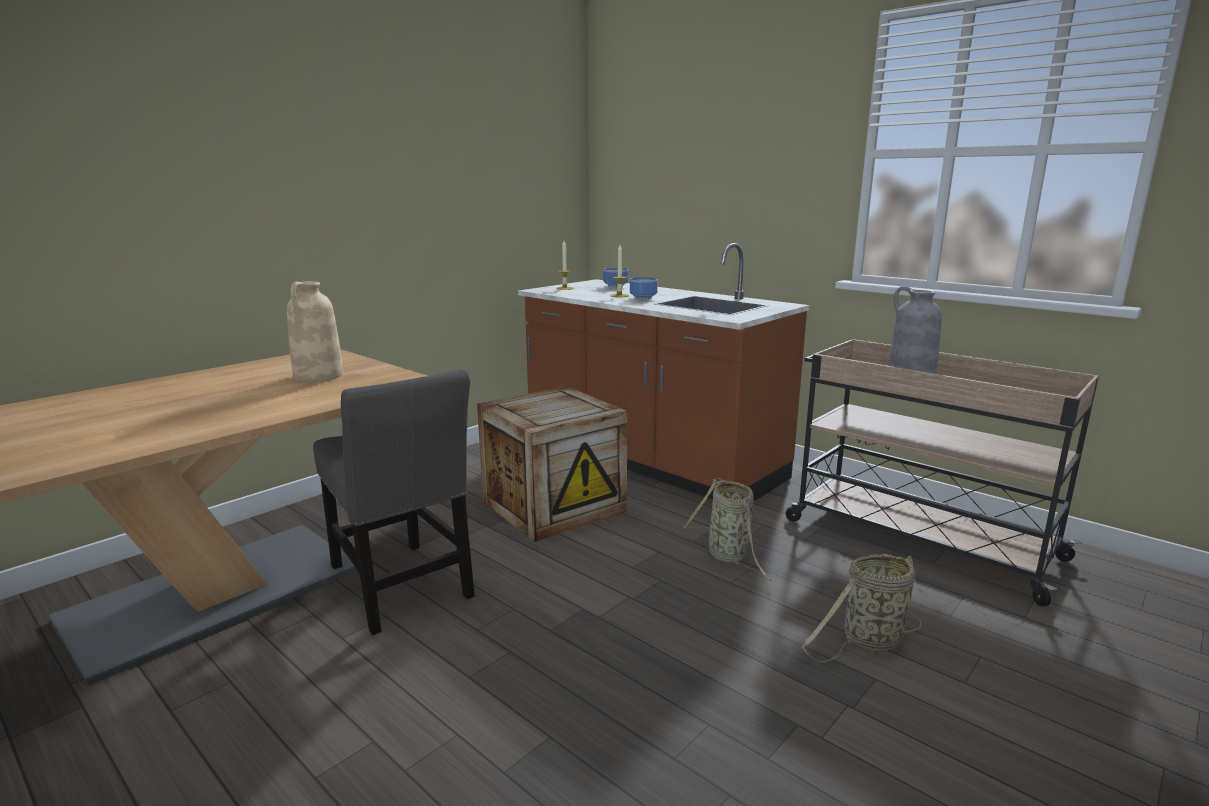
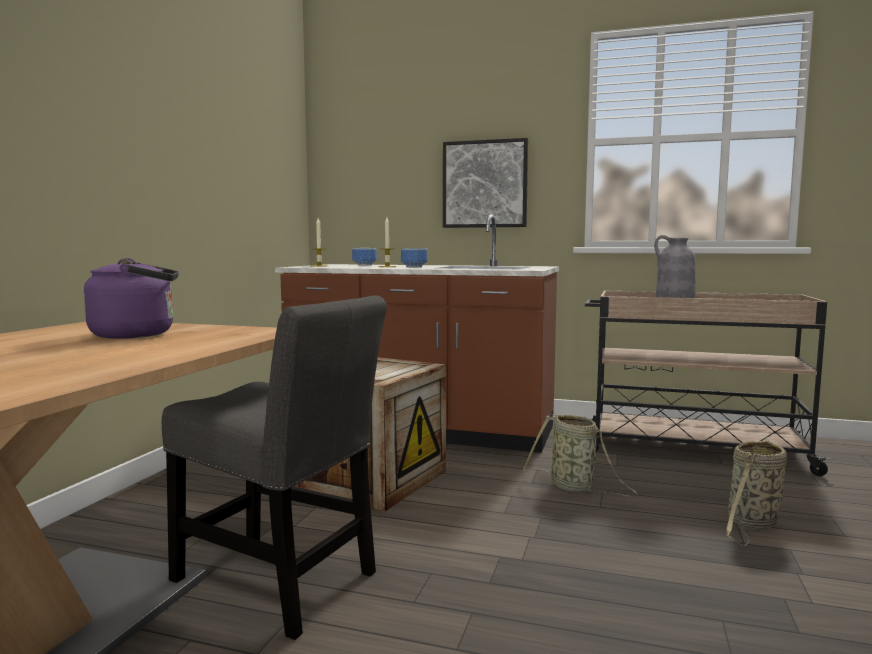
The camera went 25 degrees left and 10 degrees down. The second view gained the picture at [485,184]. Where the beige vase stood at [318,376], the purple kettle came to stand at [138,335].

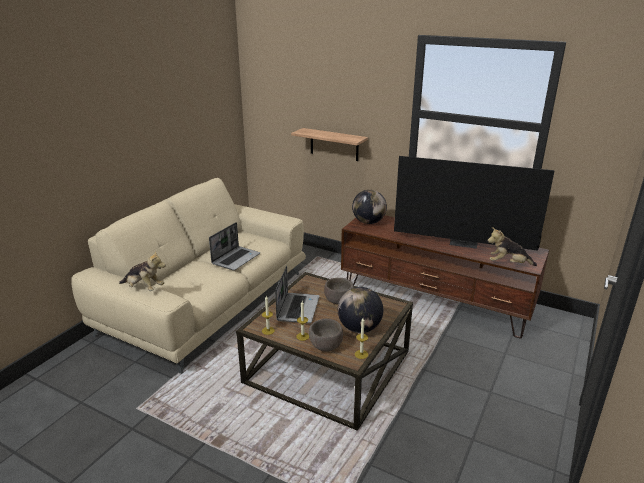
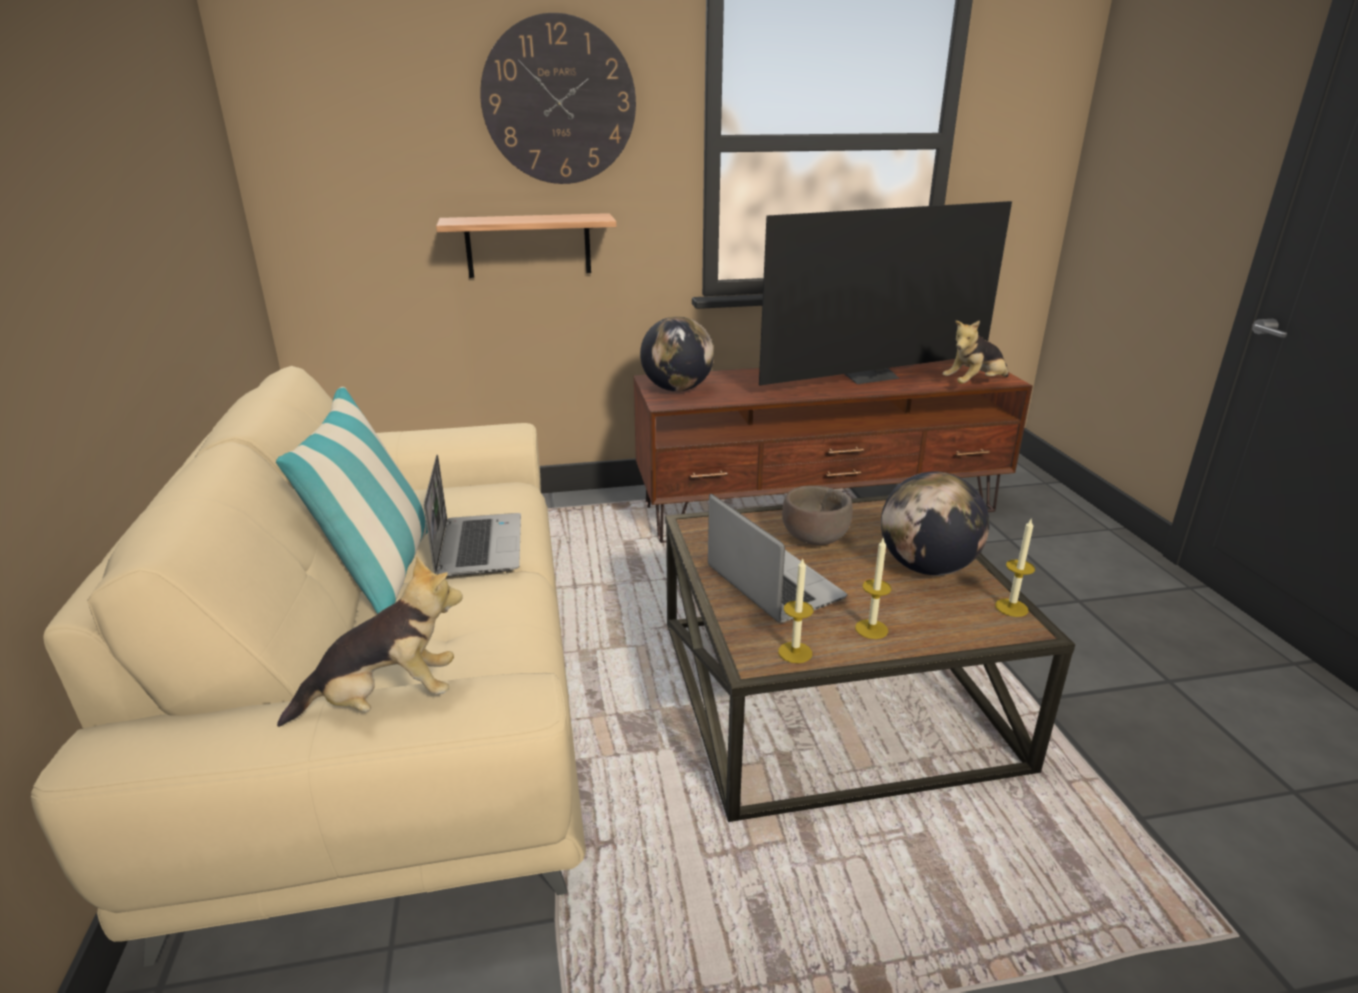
The camera went 40 degrees left and 0 degrees up. The second view lost the brown bowl at [325,346]. The second view gained the pillow at [381,574]. The second view gained the wall clock at [559,101].

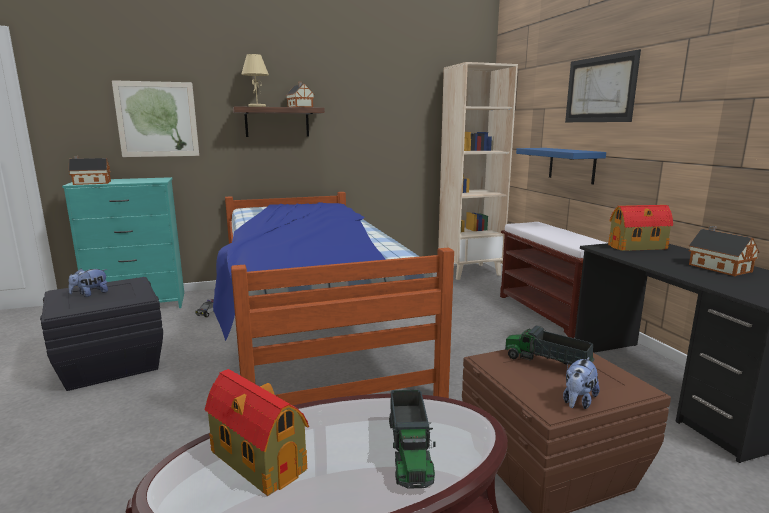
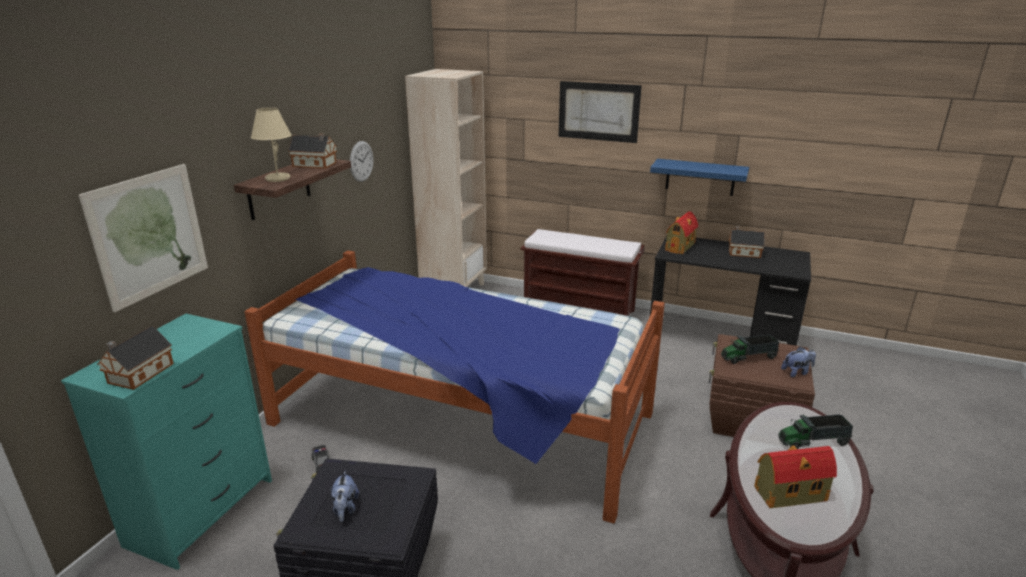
The camera went 50 degrees left and 10 degrees up. The second view gained the wall clock at [361,161]. The blue shelf ended up elsewhere, having gone from [571,165] to [700,177]. The toy truck at [410,451] ended up facing another way, 135 degrees clockwise from before. The plush toy at [578,401] ended up facing another way, 90 degrees counterclockwise from before.

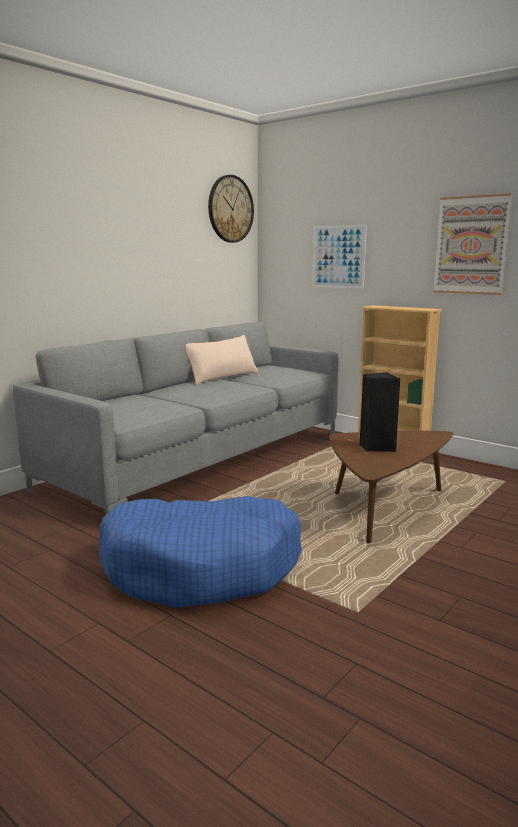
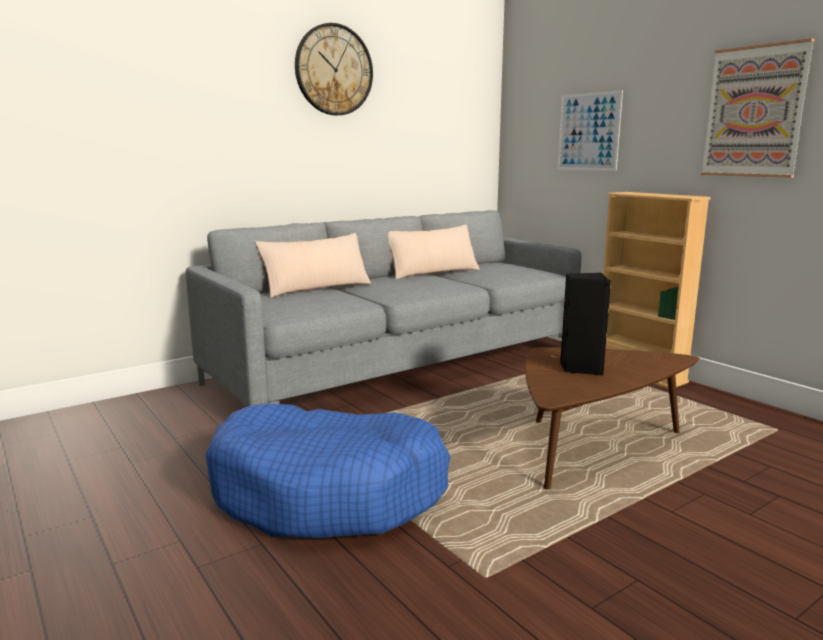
The camera went 15 degrees right and 0 degrees up. The second view gained the beige pillow at [316,288]. The wall clock ended up elsewhere, having gone from [230,209] to [334,70].

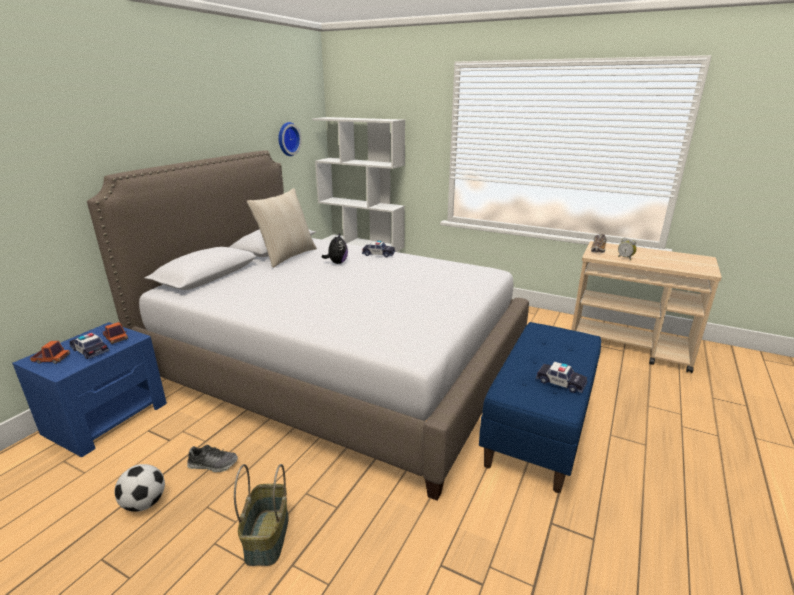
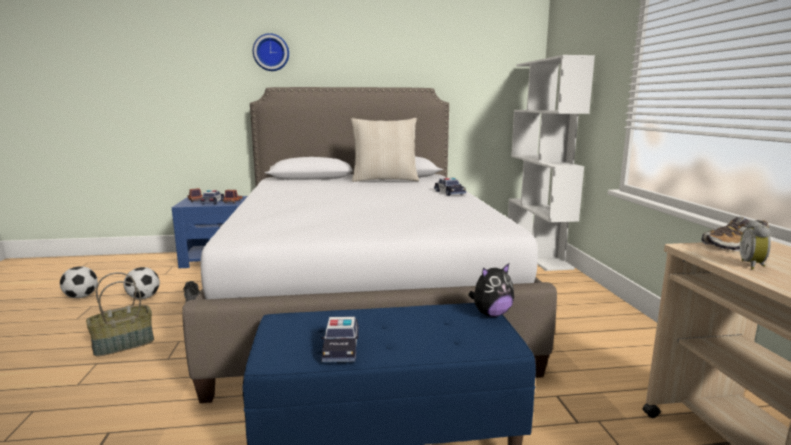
The camera went 55 degrees right and 10 degrees down. The second view gained the football at [81,297]. The wall clock ended up elsewhere, having gone from [287,139] to [271,52]. The plush toy ended up elsewhere, having gone from [337,263] to [491,314].

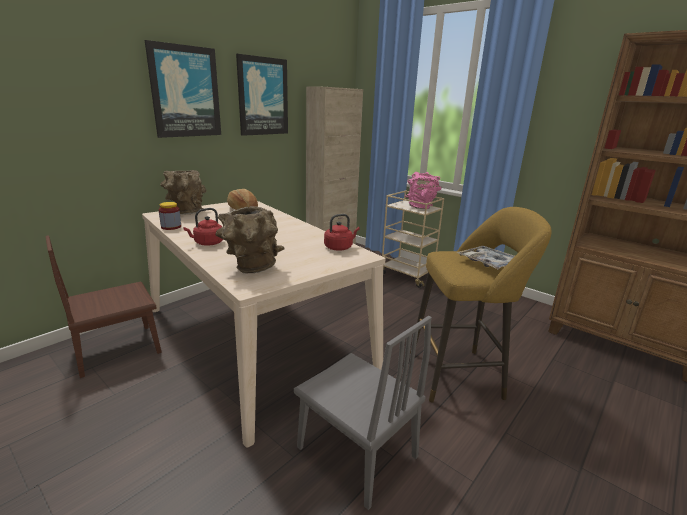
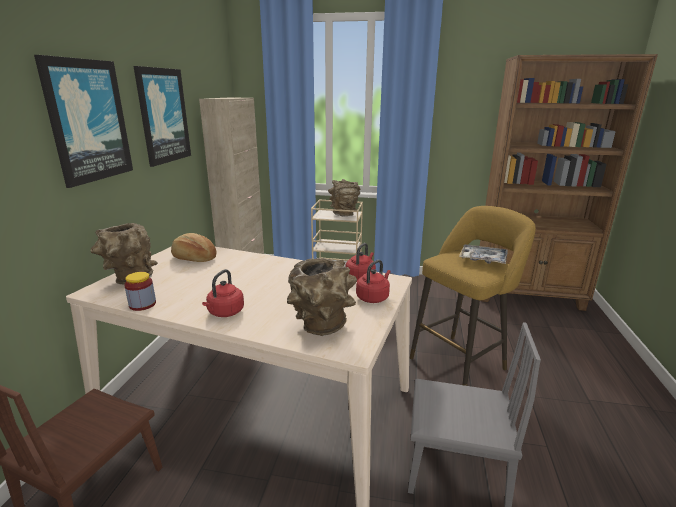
The camera went 30 degrees left and 0 degrees up. The second view gained the red kettle at [373,297]. What was the pink vase at [421,207] turned into the brown vase at [344,214].

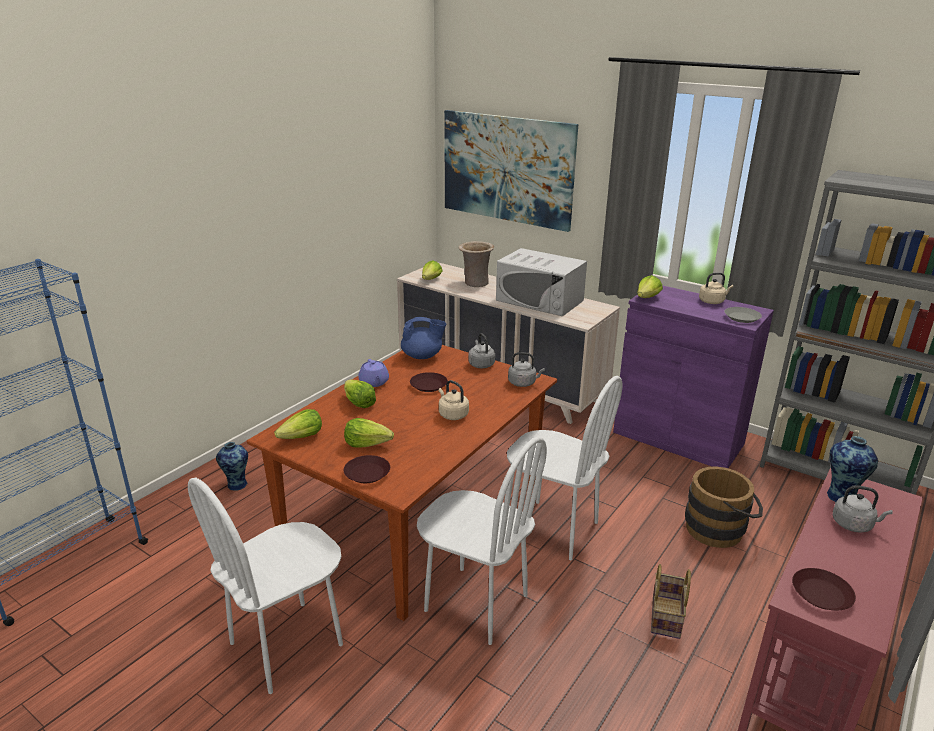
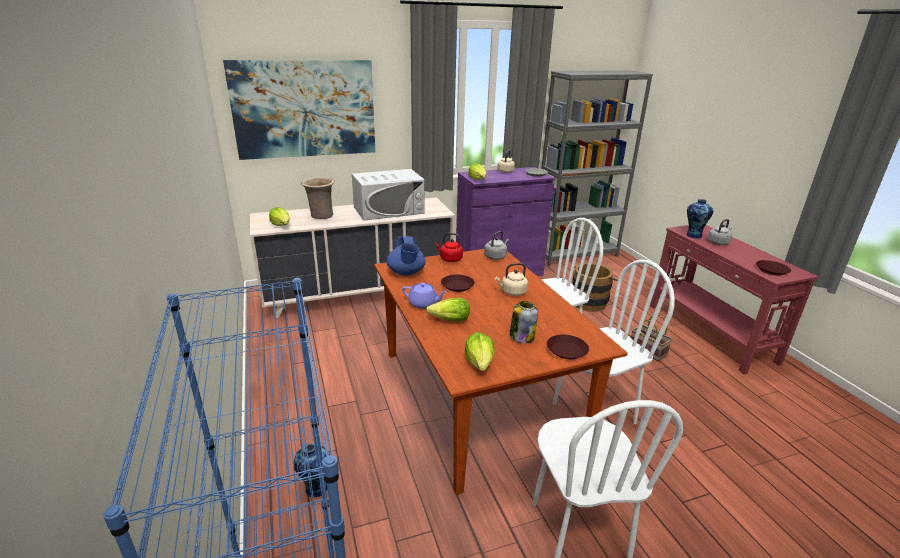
The camera went 55 degrees left and 0 degrees up. Where the lettuce stood at [367,444], the jar came to stand at [521,336]. What was the grey kettle at [481,364] turned into the red kettle at [449,259]. The blue teapot at [422,356] ended up facing another way, 135 degrees clockwise from before.

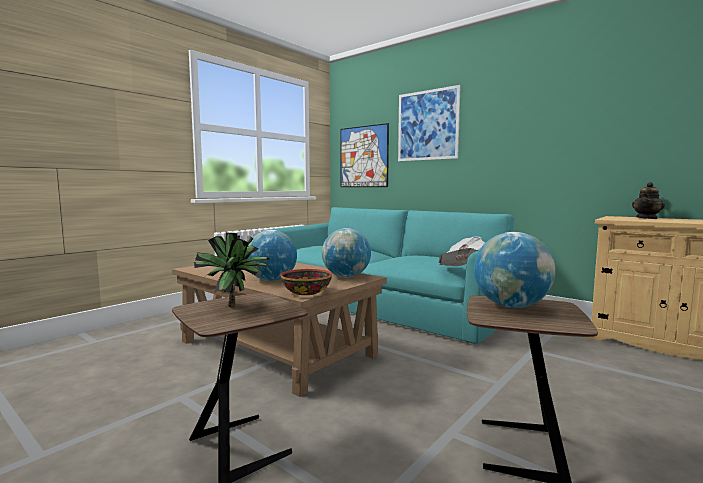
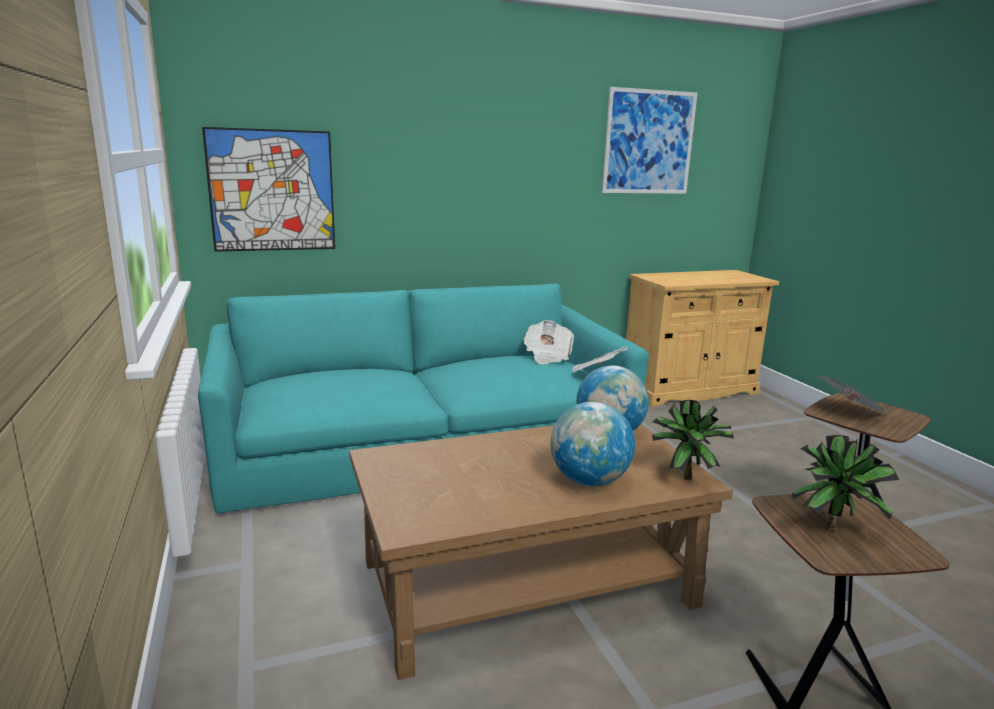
The camera went 60 degrees left and 10 degrees up. The second view lost the teapot at [647,218]. The picture ended up elsewhere, having gone from [427,125] to [649,142]. Where the bowl stood at [306,292], the potted plant came to stand at [683,476]. Where the globe stood at [511,306], the newspaper came to stand at [850,412].

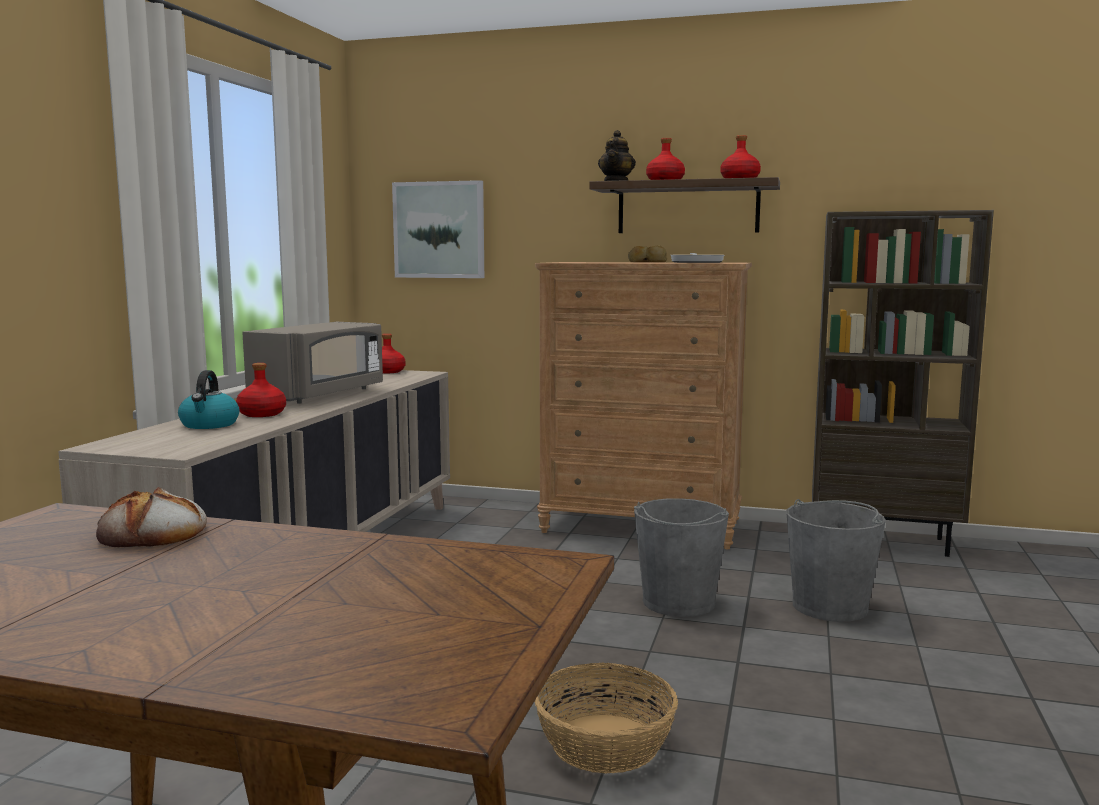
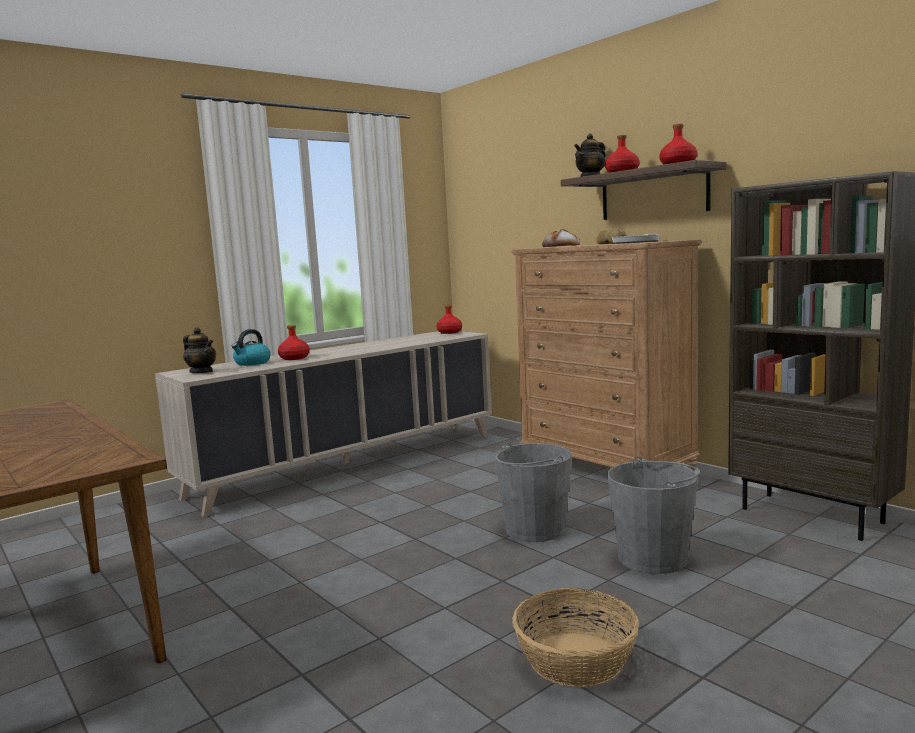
The camera went 35 degrees right and 0 degrees up. The second view lost the grey microwave at [320,395]. The second view lost the picture at [439,230]. The second view gained the teapot at [202,372]. The bread ended up elsewhere, having gone from [154,533] to [561,246]. The basket ended up elsewhere, having gone from [604,744] to [575,659].

